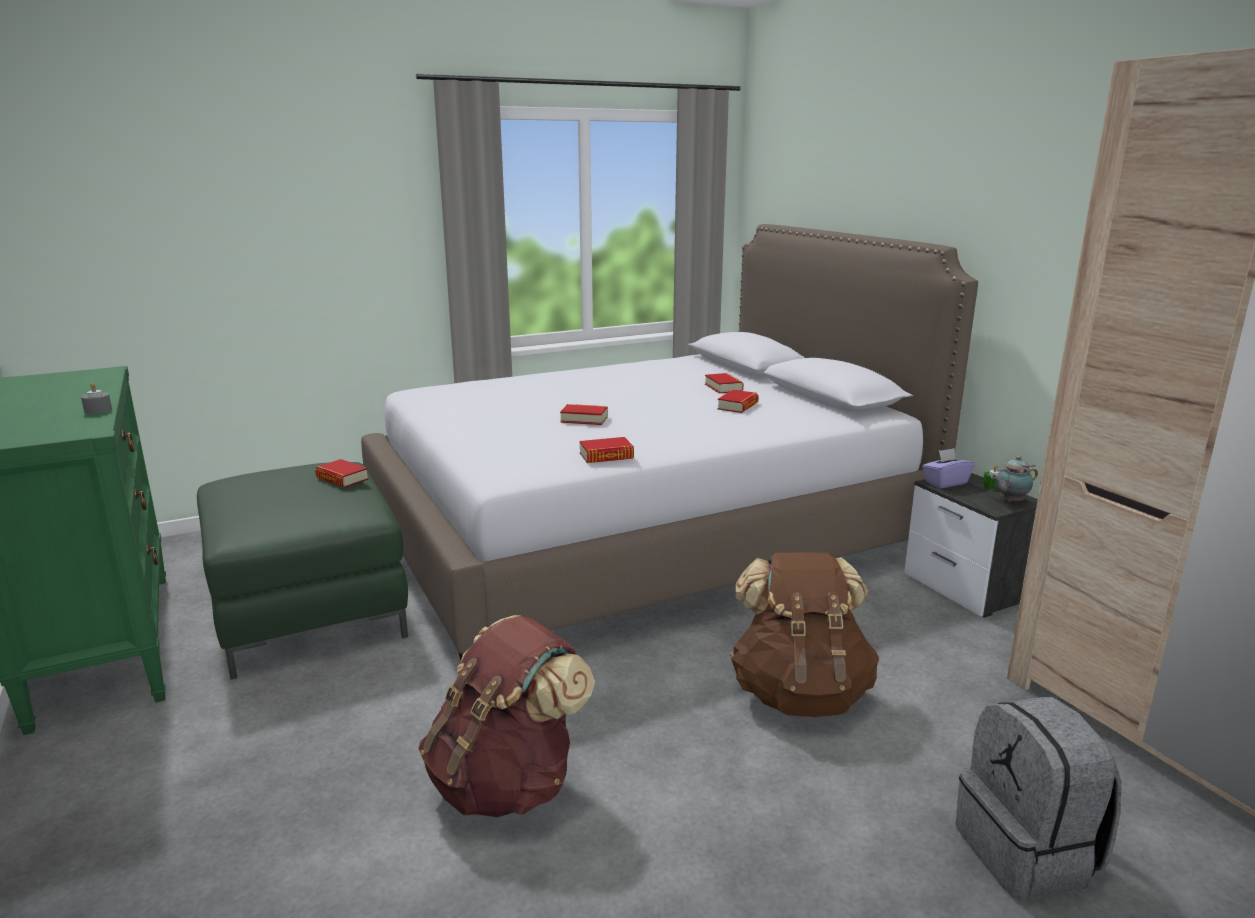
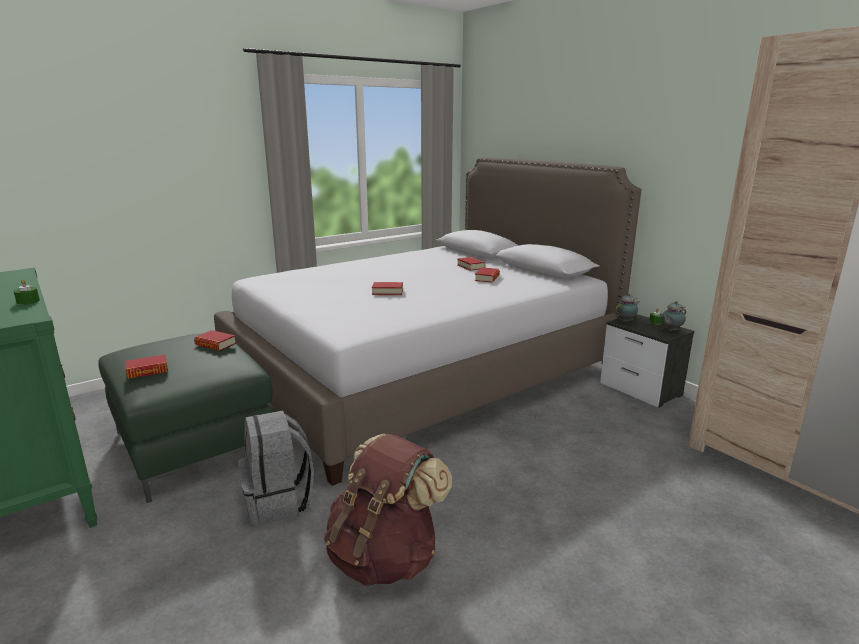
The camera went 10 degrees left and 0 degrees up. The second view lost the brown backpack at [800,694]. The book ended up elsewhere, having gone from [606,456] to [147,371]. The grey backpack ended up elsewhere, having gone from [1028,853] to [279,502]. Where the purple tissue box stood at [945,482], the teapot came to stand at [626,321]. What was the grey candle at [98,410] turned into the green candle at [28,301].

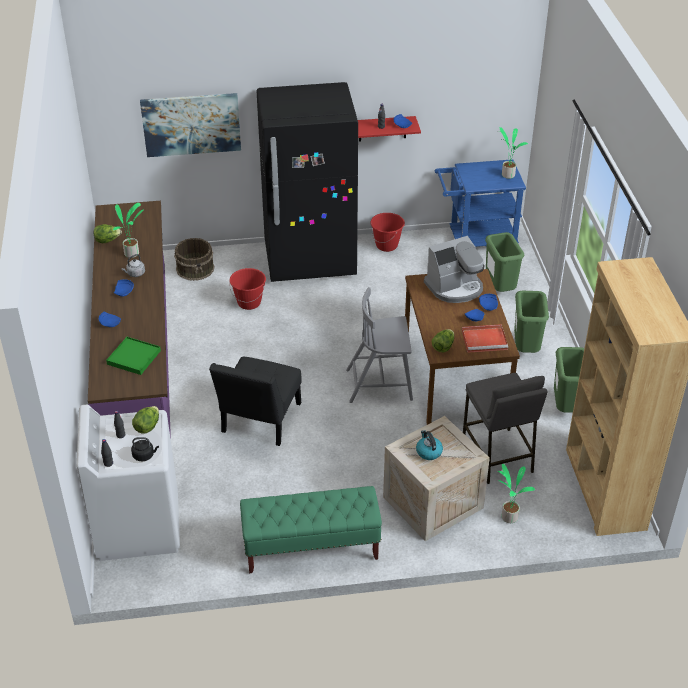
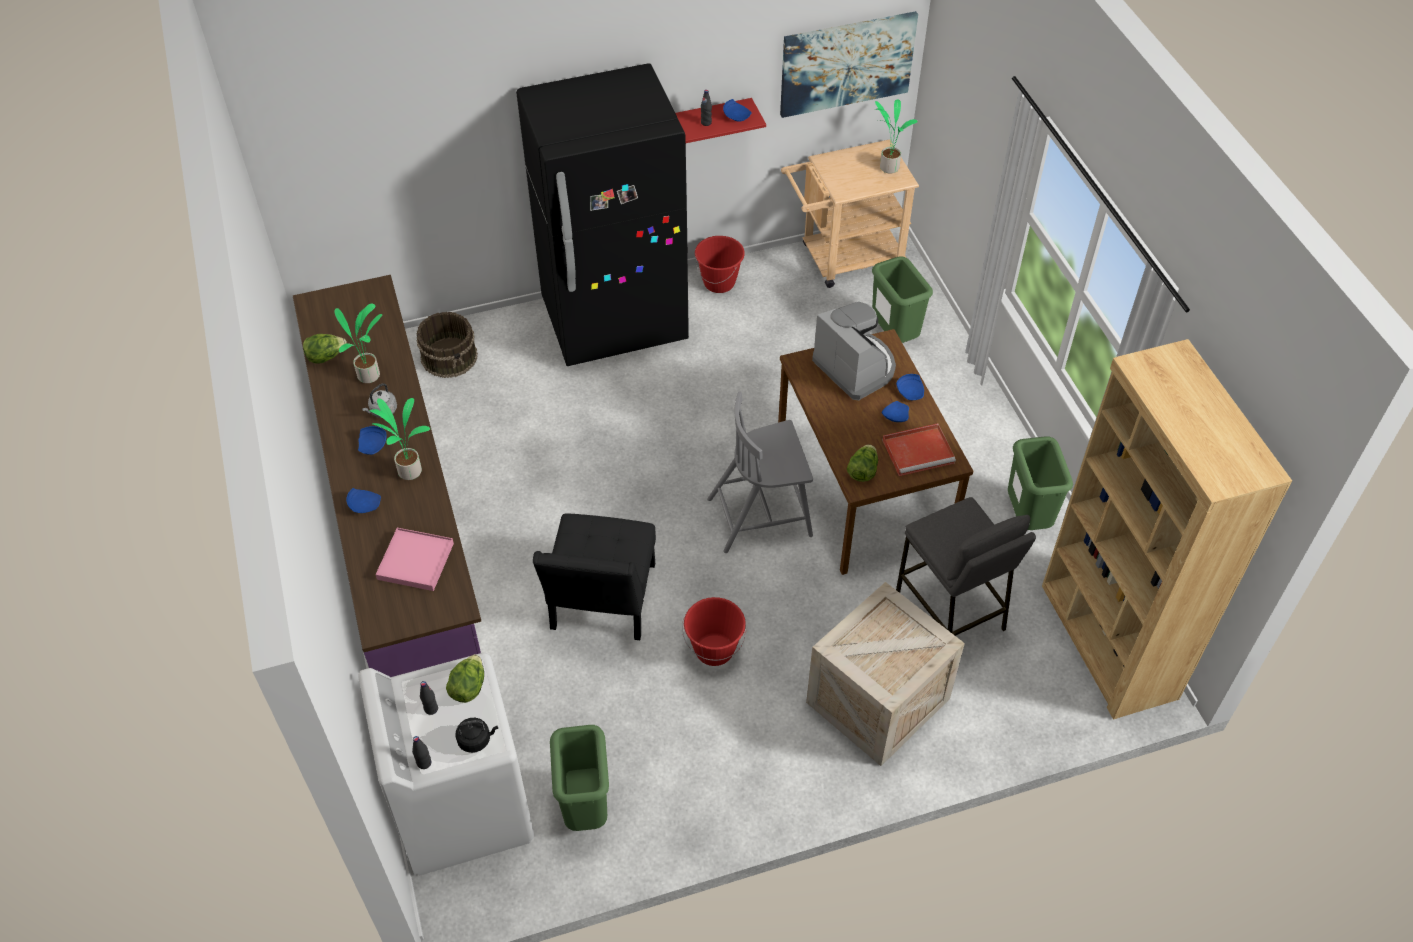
The camera went 10 degrees left and 10 degrees up. The second view lost the green bench at [311,548]. The second view lost the kettle at [428,452]. The picture ended up elsewhere, having gone from [191,124] to [847,63]. The red bucket ended up elsewhere, having gone from [249,302] to [714,650]. The potted plant ended up elsewhere, having gone from [509,516] to [409,470]. The green trash can ended up elsewhere, having gone from [526,349] to [586,808]. What was the green tray at [133,357] turned into the pink tray at [415,561]. What was the blue cart at [475,240] turned into the beige cart at [843,259]. The coffee machine at [455,287] ended up facing another way, 90 degrees counterclockwise from before.

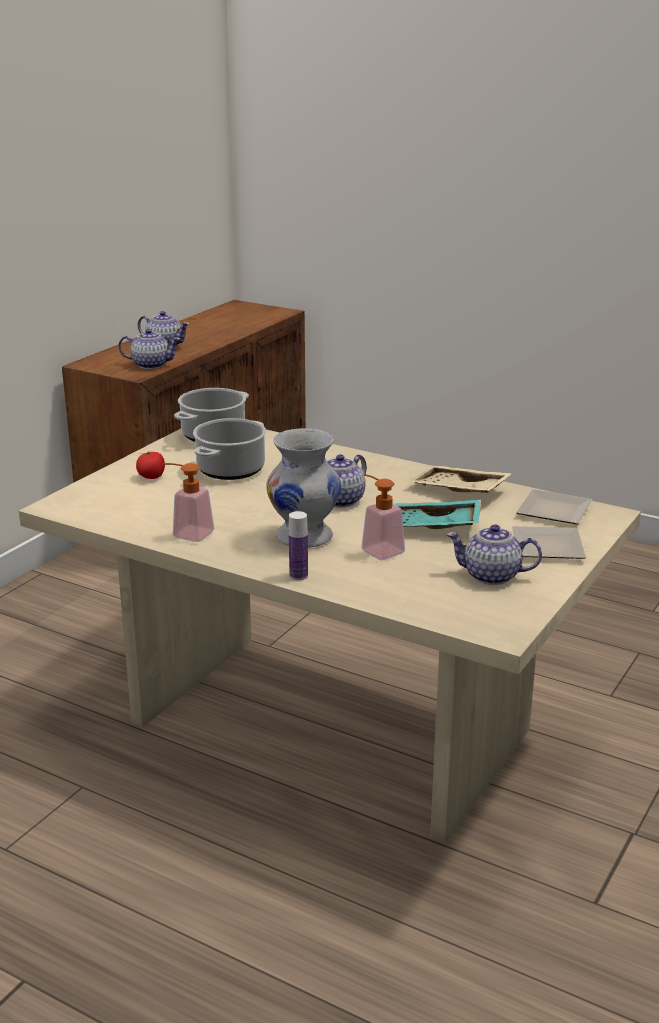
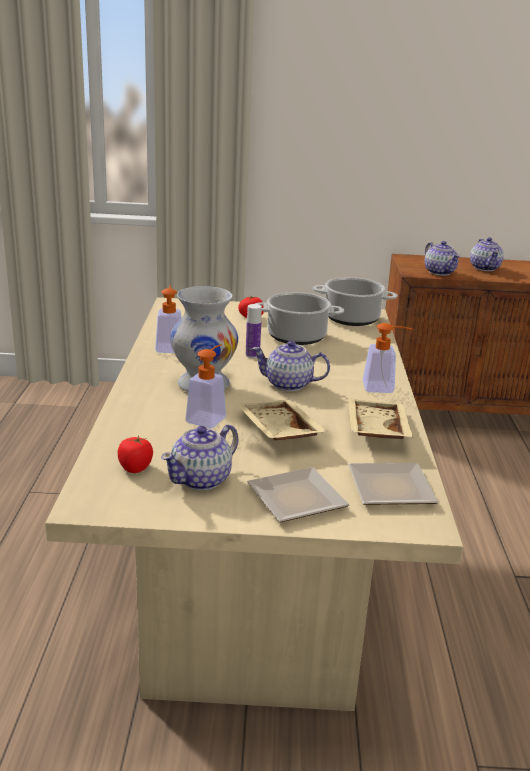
The camera went 60 degrees right and 0 degrees up. The second view gained the tomato at [135,468]. The second view gained the soap dispenser at [384,388]. The bottle ended up elsewhere, having gone from [298,575] to [252,355]. What was the turquoise tray at [430,527] turned into the beige tray at [277,431]. The teapot at [492,576] ended up facing another way, 120 degrees counterclockwise from before.

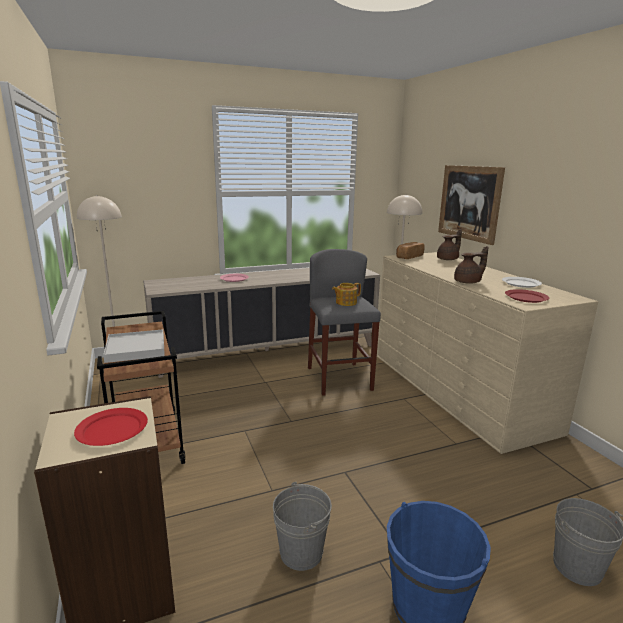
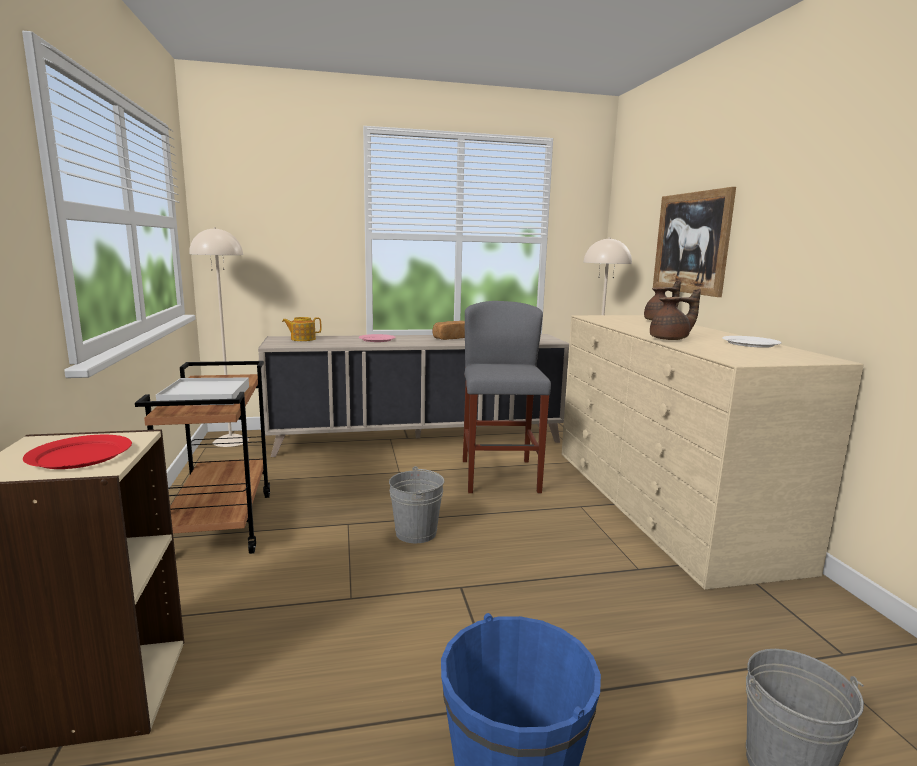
The camera went 10 degrees right and 5 degrees down. The second view lost the red plate at [526,298]. The grey bucket ended up elsewhere, having gone from [301,552] to [416,533]. The teapot ended up elsewhere, having gone from [345,302] to [302,339]. The bread ended up elsewhere, having gone from [409,257] to [452,338].

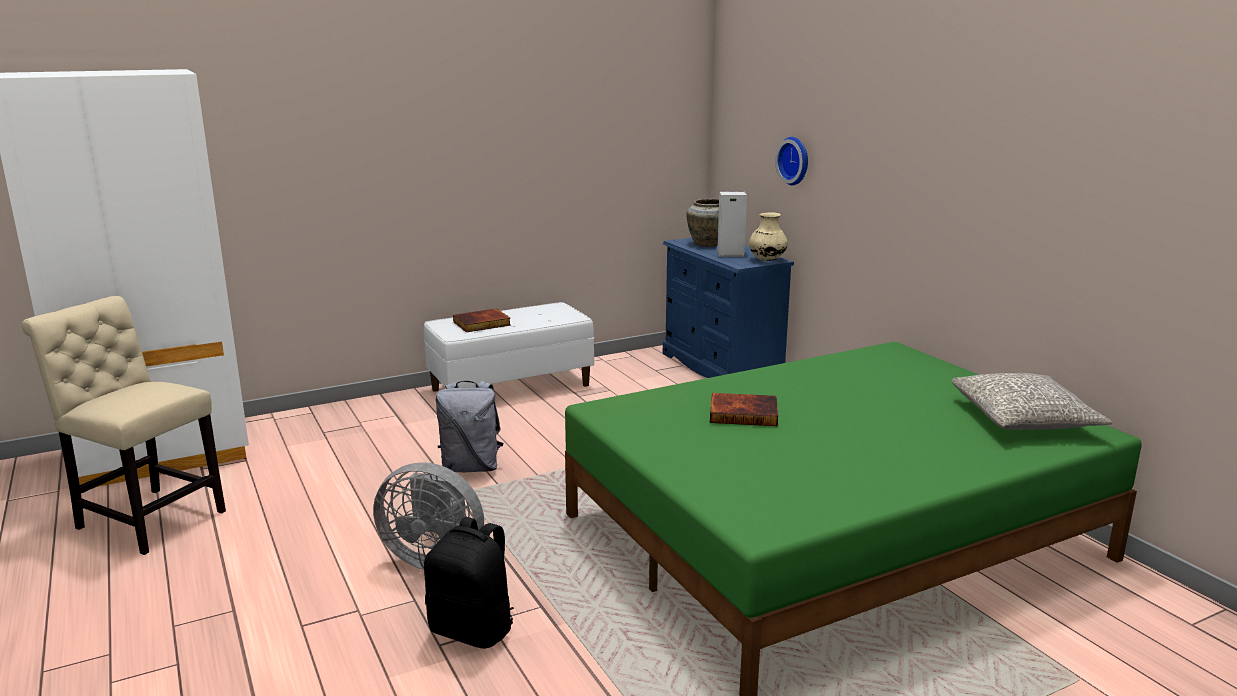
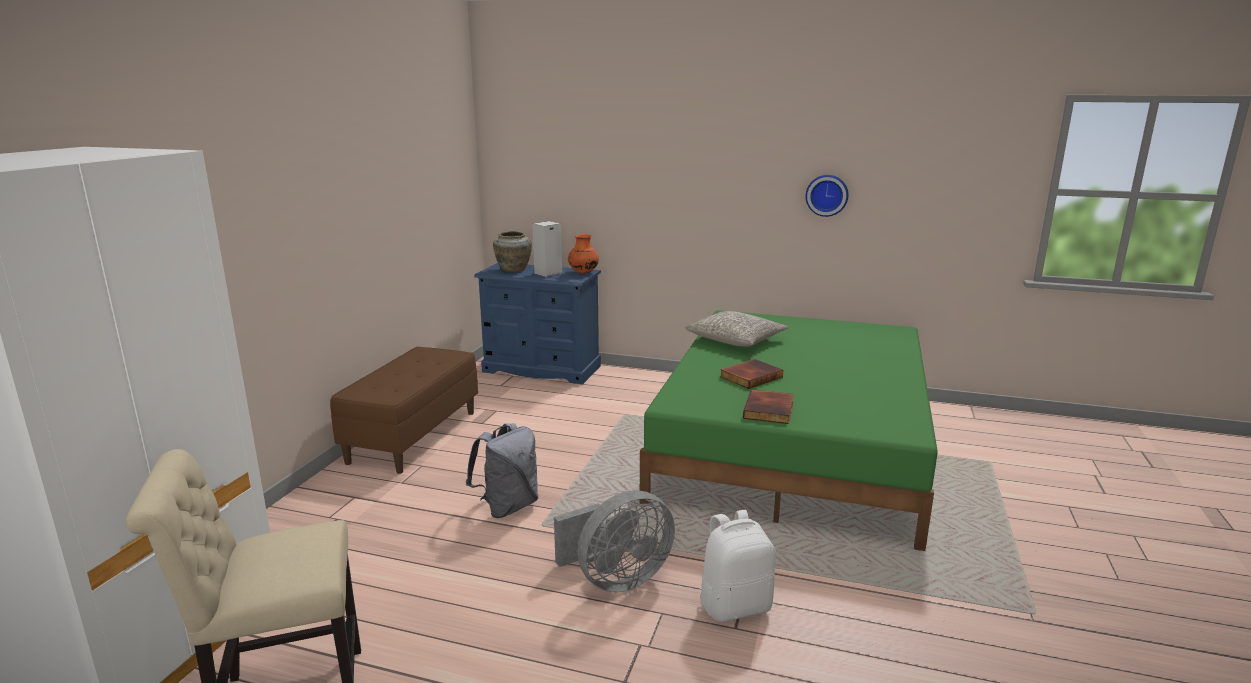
The camera went 45 degrees left and 0 degrees up. The book ended up elsewhere, having gone from [482,324] to [770,410]. The wall clock ended up elsewhere, having gone from [795,160] to [827,195]. The grey pillow ended up elsewhere, having gone from [1024,419] to [736,340]. What was the white bench at [511,387] turned into the brown bench at [413,436]. What was the black backpack at [473,630] turned into the white backpack at [735,606]. What was the beige vase at [767,260] turned into the orange vase at [583,272].

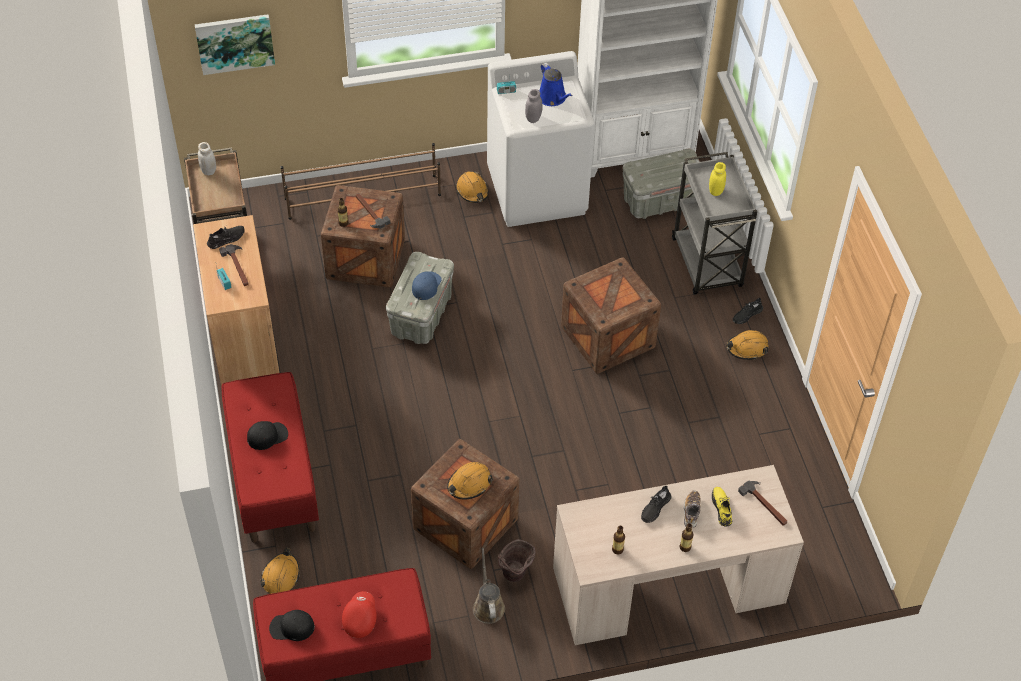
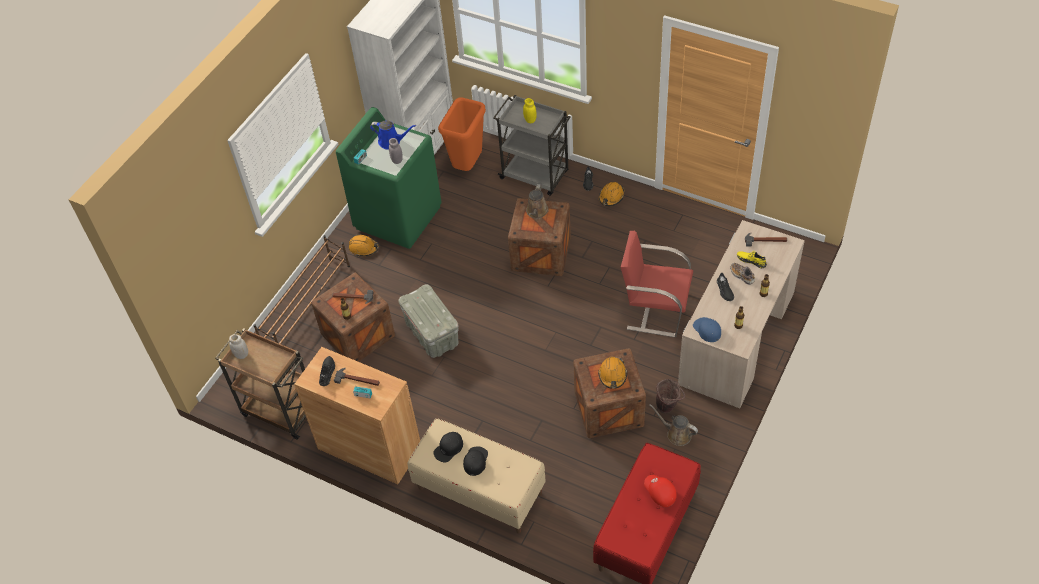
The camera went 45 degrees left and 0 degrees up. The second view lost the picture at [235,42]. The second view lost the orange hard hat at [281,576]. The second view gained the brown watering can at [536,212]. The second view gained the red chair at [655,310]. The black cap ended up elsewhere, having gone from [291,627] to [448,448]. The blue cap ended up elsewhere, having gone from [426,285] to [707,330]. Where the grey storage box stood at [660,201], the orange trash can came to stand at [468,166]. What was the red bench at [273,477] turned into the beige bench at [479,491]. What was the white washing machine at [538,191] turned into the green washing machine at [398,217].

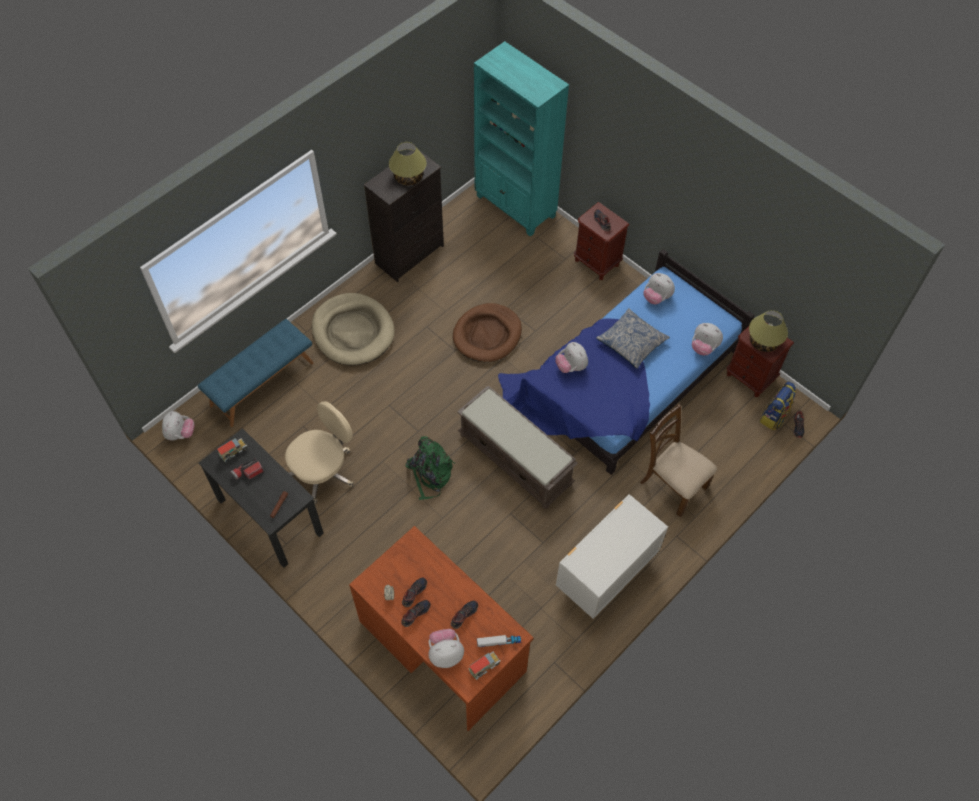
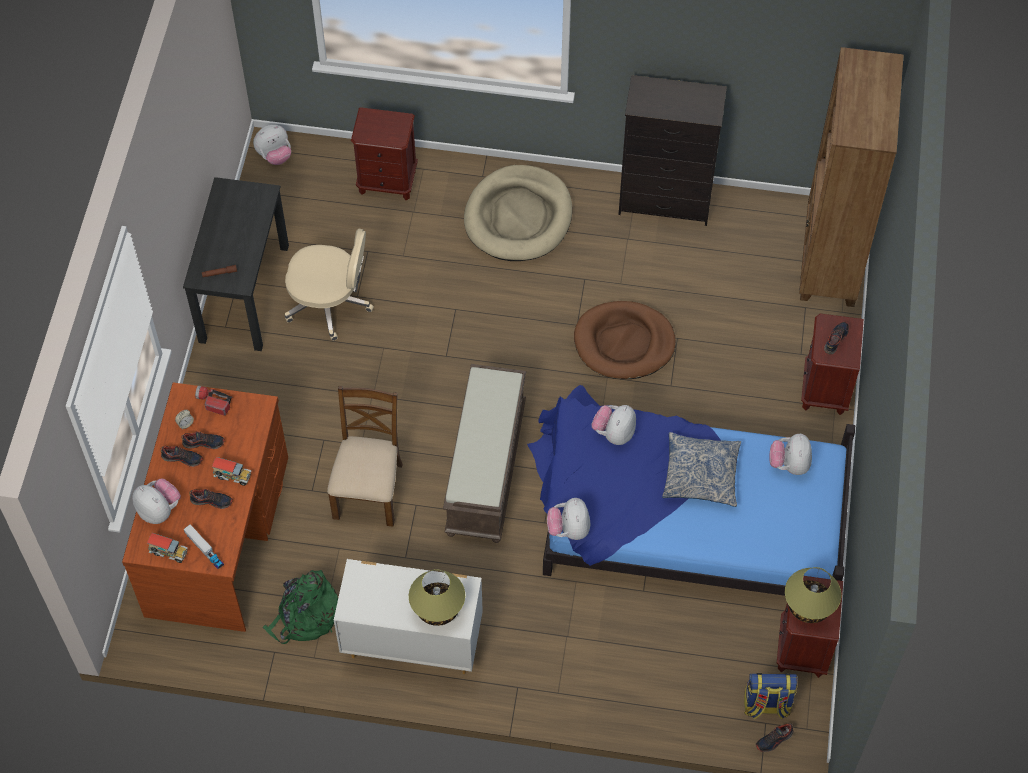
The camera went 55 degrees right and 0 degrees up. The toy truck ended up elsewhere, having gone from [234,452] to [233,476]. The flashlight ended up elsewhere, having gone from [247,472] to [213,402]. The table lamp ended up elsewhere, having gone from [408,177] to [437,608]. The green backpack ended up elsewhere, having gone from [430,473] to [305,616]. The brown chair ended up elsewhere, having gone from [672,484] to [369,490]. The plush toy ended up elsewhere, having gone from [703,347] to [569,529]. Where the blue bench stood at [261,383], the brown nightstand came to stand at [387,181]. What was the turquoise bookcase at [515,207] turned into the brown bookcase at [829,259].

